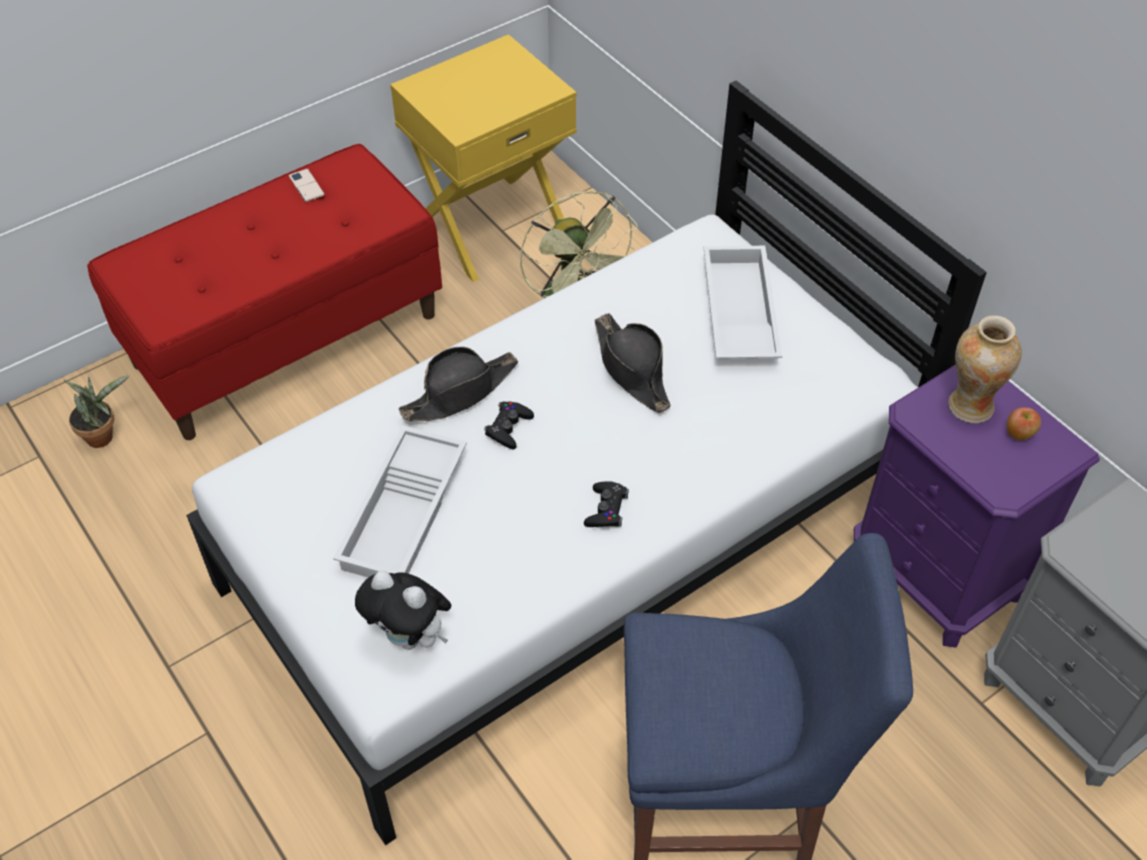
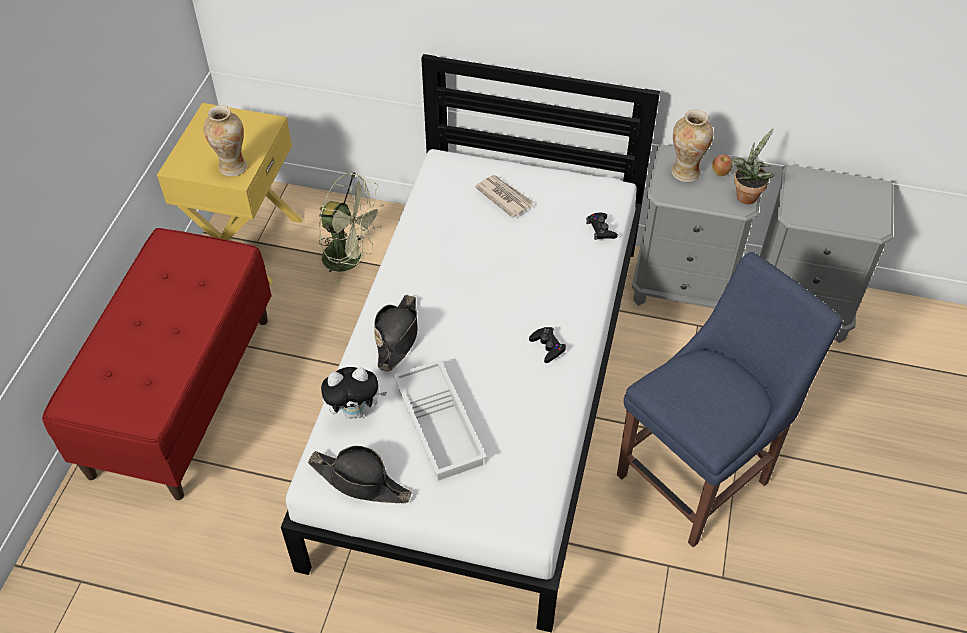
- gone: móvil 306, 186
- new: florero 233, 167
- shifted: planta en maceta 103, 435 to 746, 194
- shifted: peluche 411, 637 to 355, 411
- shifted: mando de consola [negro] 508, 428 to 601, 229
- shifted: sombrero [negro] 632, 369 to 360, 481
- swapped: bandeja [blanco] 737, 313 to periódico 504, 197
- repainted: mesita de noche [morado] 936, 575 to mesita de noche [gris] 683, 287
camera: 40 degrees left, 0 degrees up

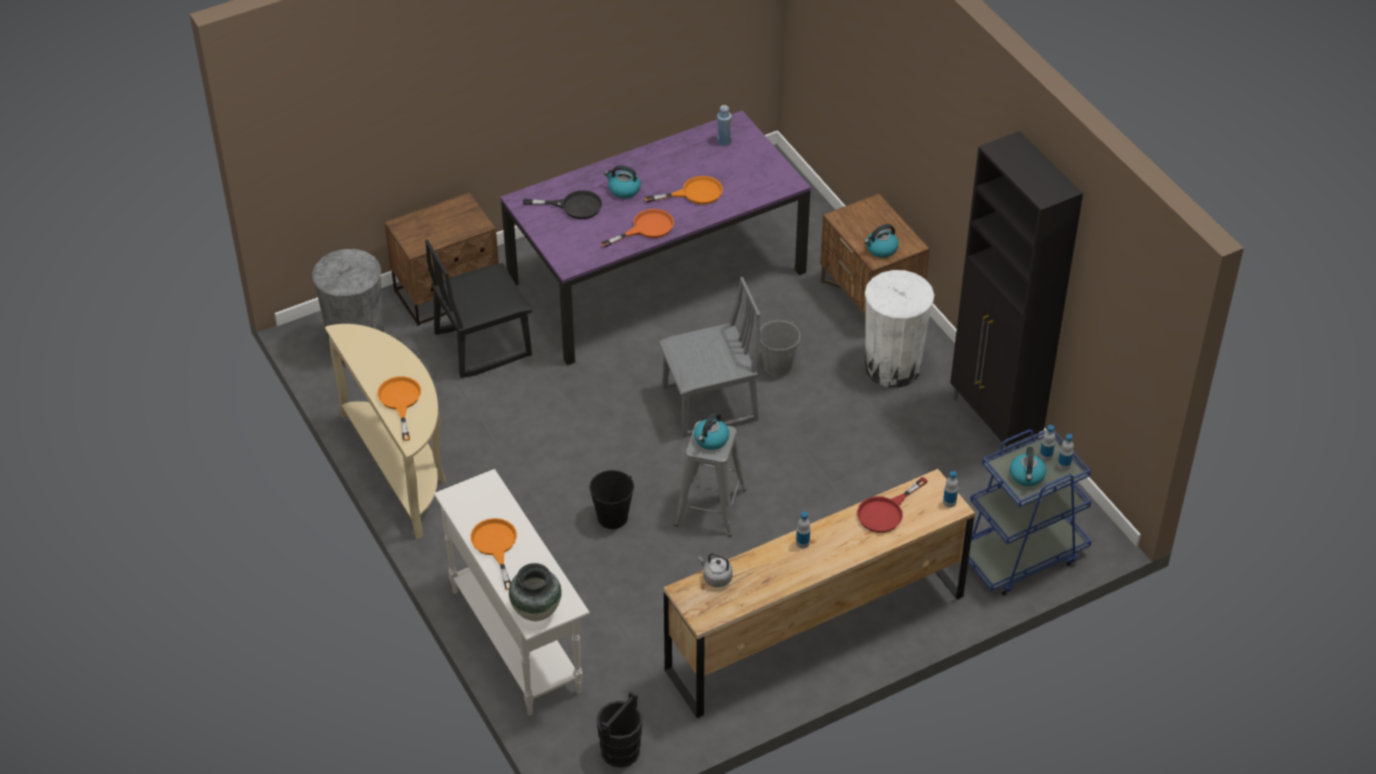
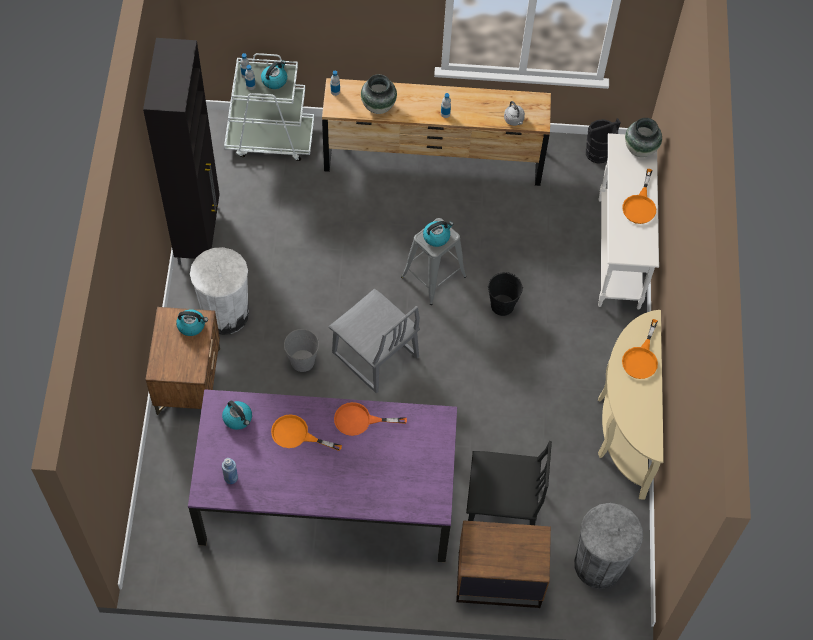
- gone: sartén [negro] 574, 206
- shifted: hervidor 623, 190 to 238, 418
- swapped: sartén [rojo] 886, 512 to florero 378, 106
- repainted: carrito [azul] 1021, 555 to carrito [blanco] 270, 139
- rotated: silla [gris] 710, 405 = 374, 355 150 degrees counterclockwise
camera: 150 degrees left, 15 degrees up

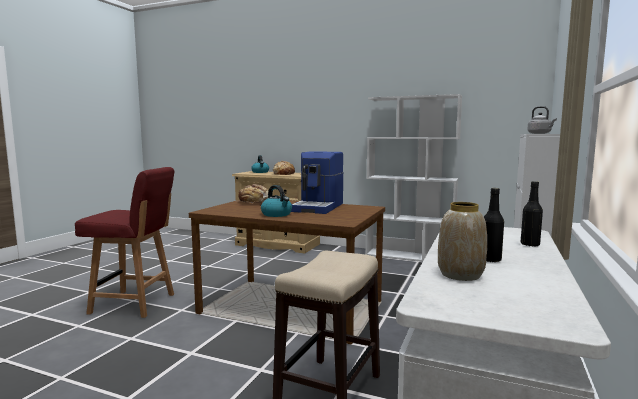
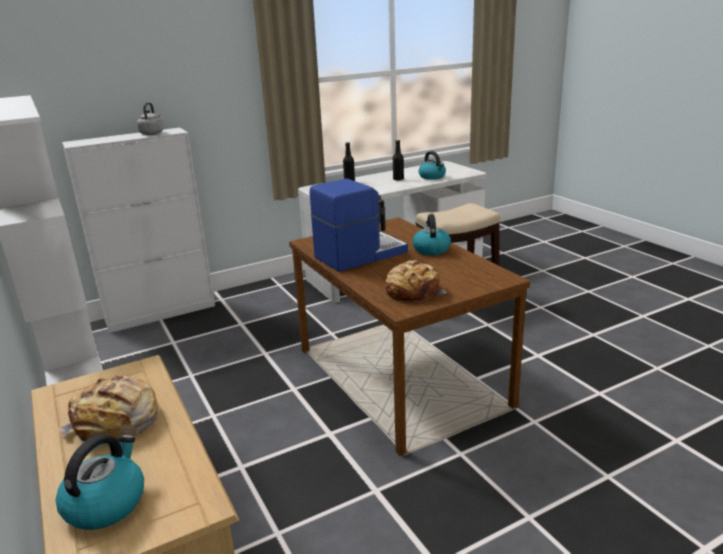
- gone: silla [rojo] 135, 304
- swapped: florero 461, 275 to hervidor 432, 177
camera: 140 degrees left, 15 degrees up

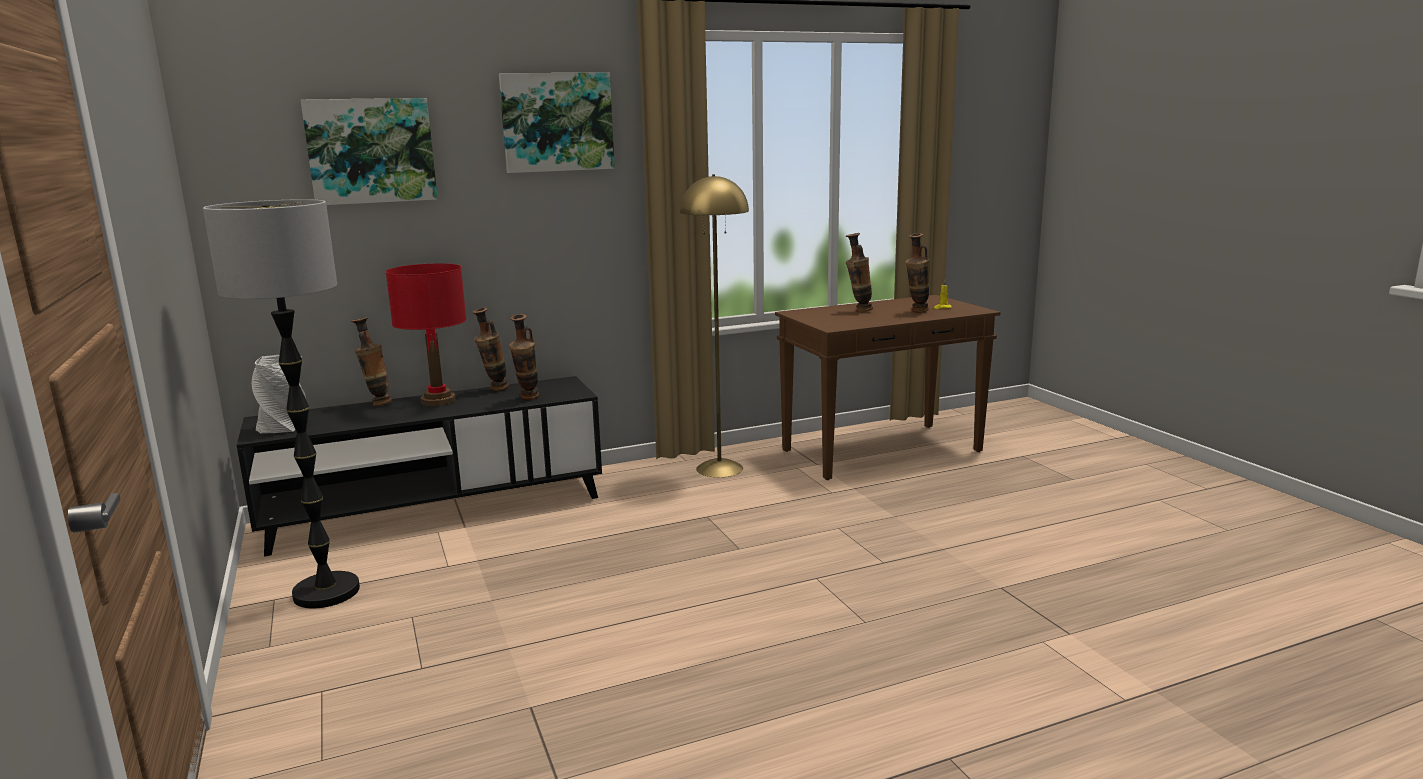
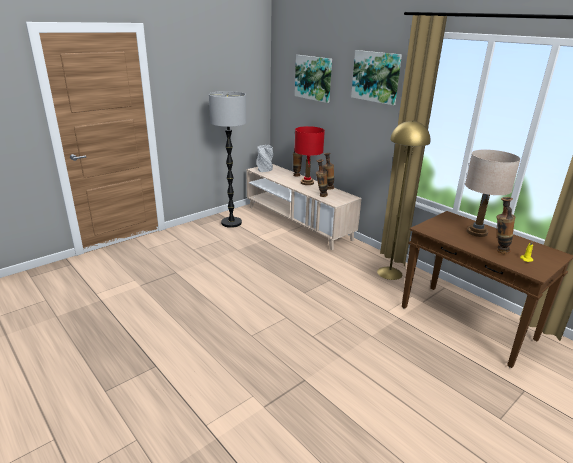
- swapped: florero 858, 311 to lámpara de mesa [beis] 476, 232
- repainted: mueble de televisión [negro] 436, 510 to mueble de televisión [beis] 298, 222
camera: 70 degrees right, 10 degrees up

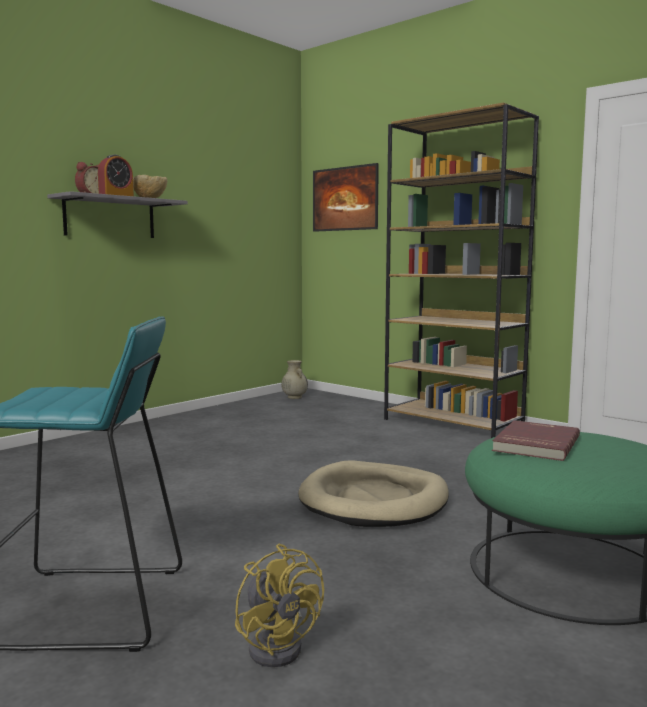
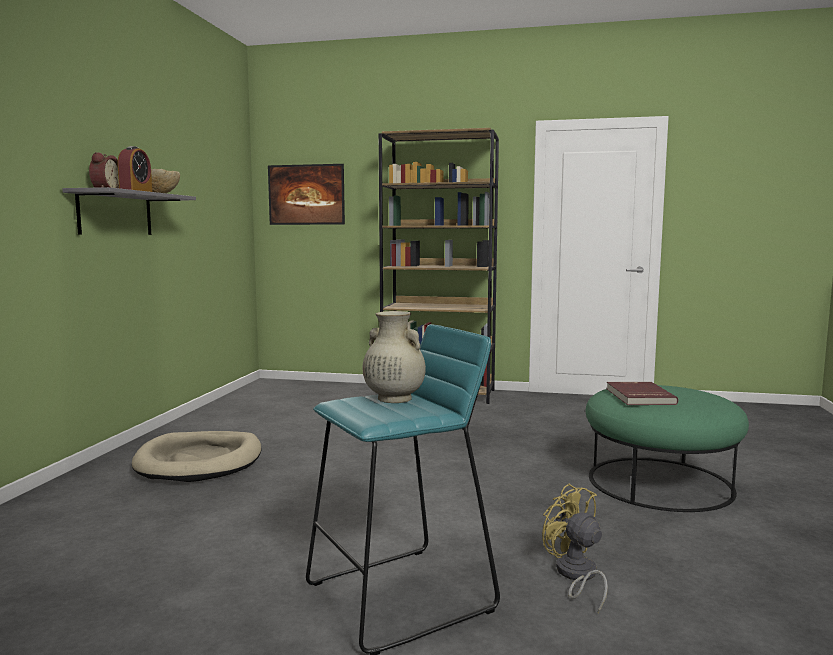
- shifted: florero [beis] 294, 397 to 393, 398
- shifted: cama para perro [beis] 374, 500 to 200, 461
- rotated: ventilador [amarillo] 279, 645 = 575, 576 150 degrees counterclockwise
camera: 30 degrees left, 0 degrees up

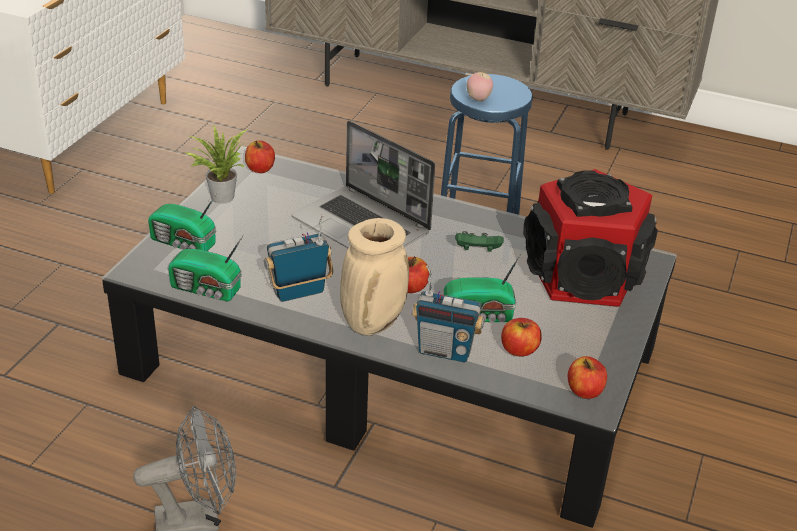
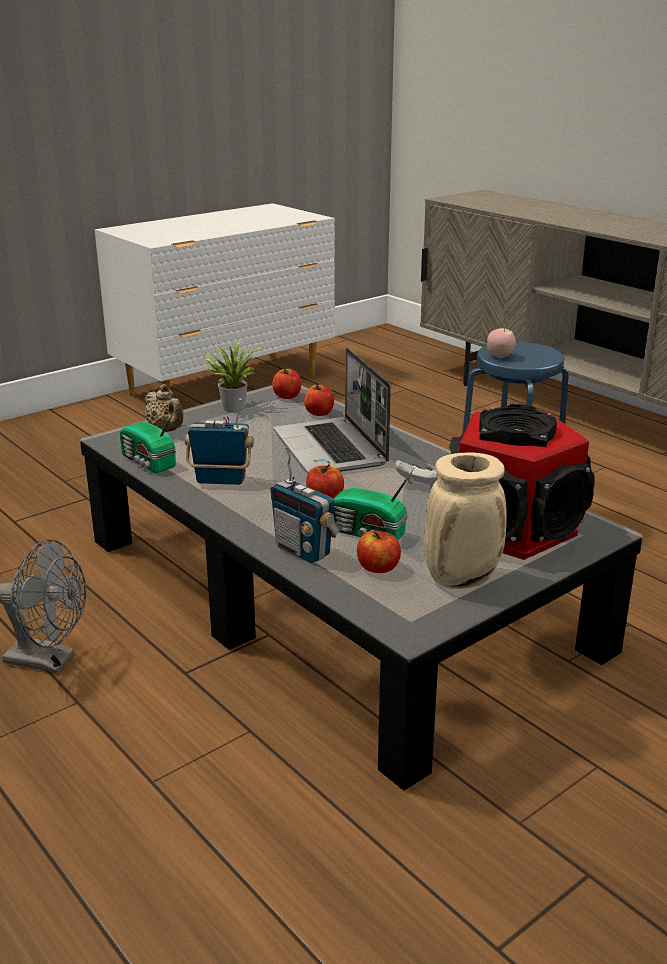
- shifted: florero [beis] 373, 322 to 462, 579
- shifted: manzana 584, 391 to 319, 413
- swapped: radio 184, 243 to tetera [beis] 167, 430
- repainted: mando de consola [verde] 477, 251 to mando de consola [blanco] 421, 487
camera: 30 degrees right, 10 degrees down

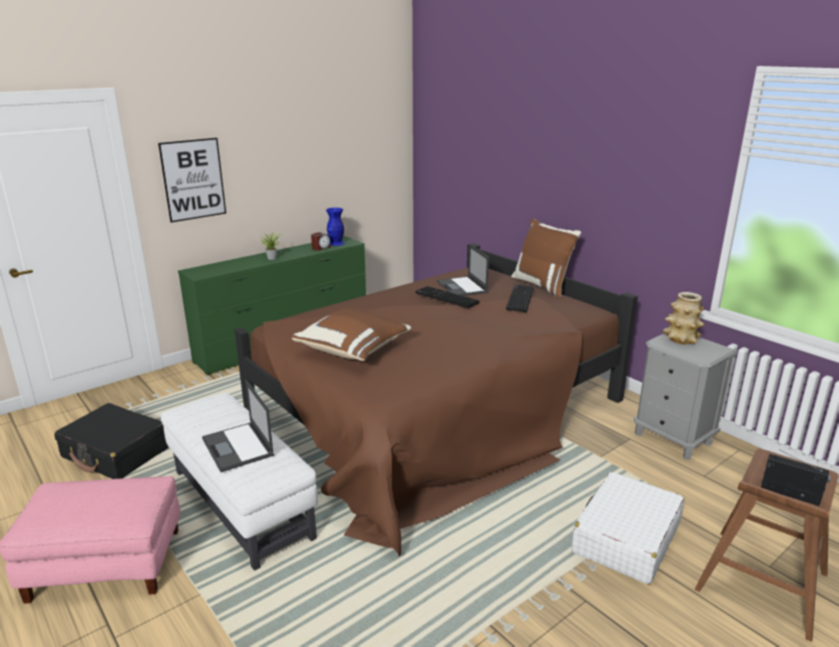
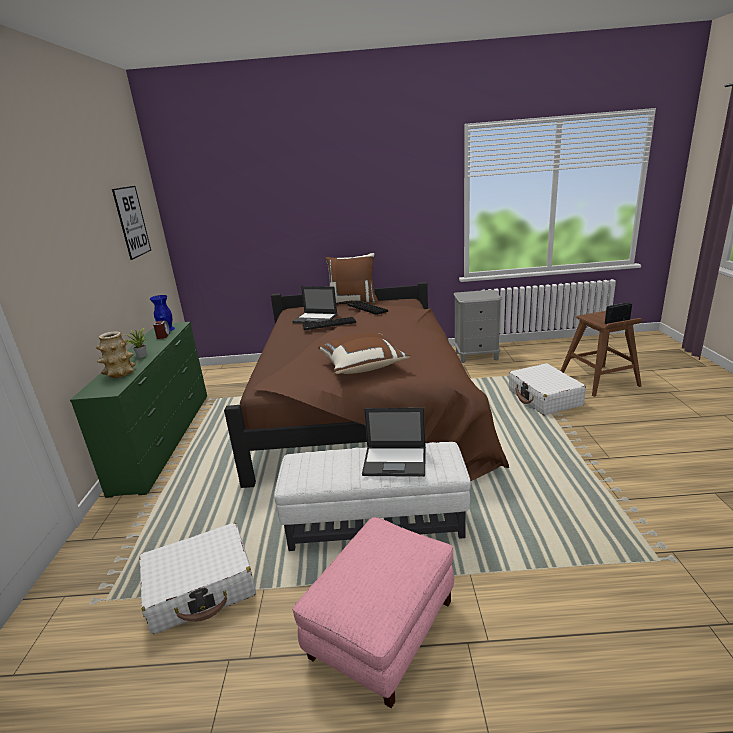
- shifted: cuadro 193, 179 to 132, 222
- shifted: florero 681, 339 to 120, 373
- repainted: maleta [negro] 116, 453 to maleta [blanco] 201, 587
camera: 50 degrees left, 0 degrees up

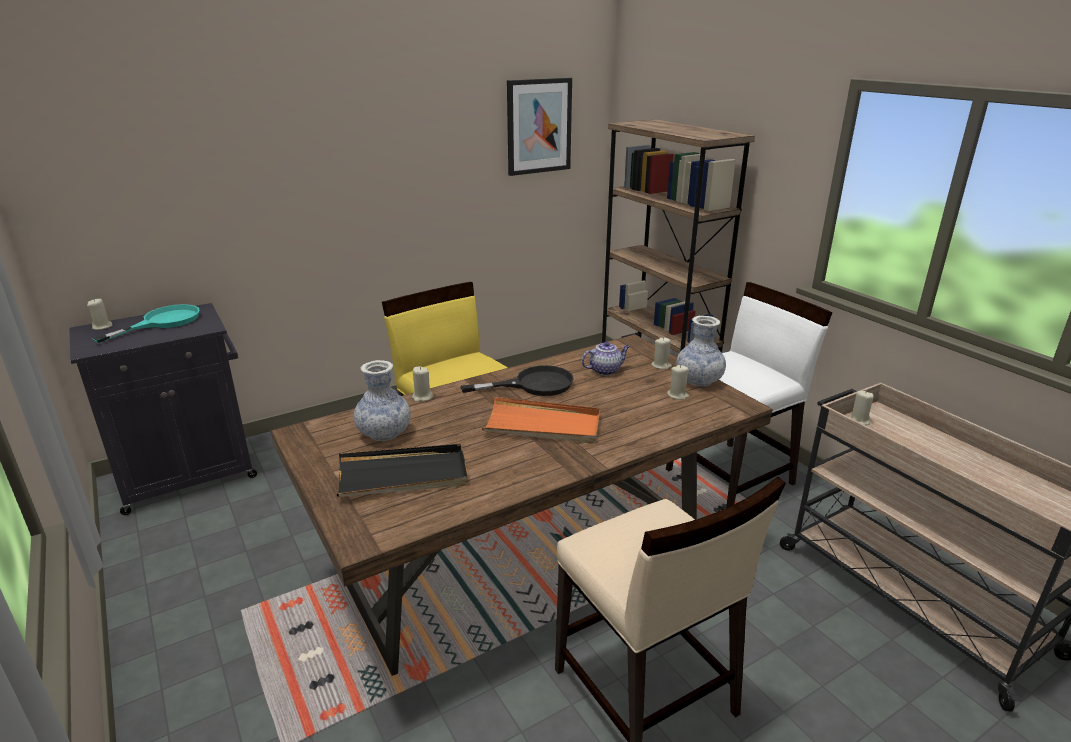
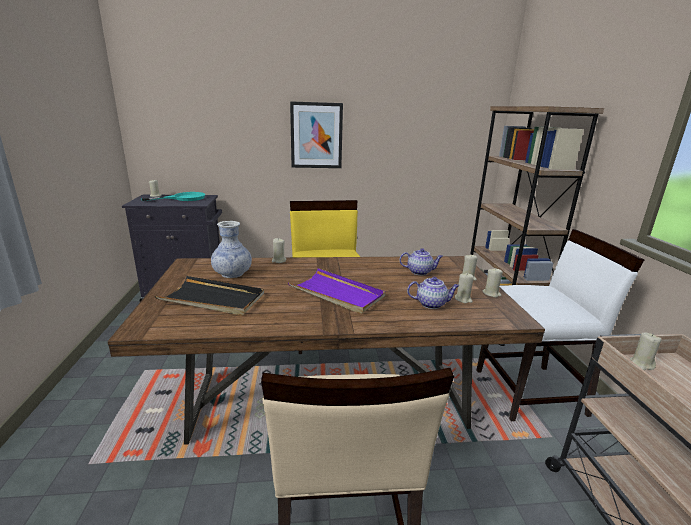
- gone: sartén [negro] 533, 384
- new: tetera 431, 304
- shifted: cuadro 539, 126 to 316, 135
- swapped: florero 698, 380 to vela [beis] 491, 294
- repainted: bandeja [naranja] 543, 425 to bandeja [morado] 337, 293
camera: 25 degrees right, 5 degrees down

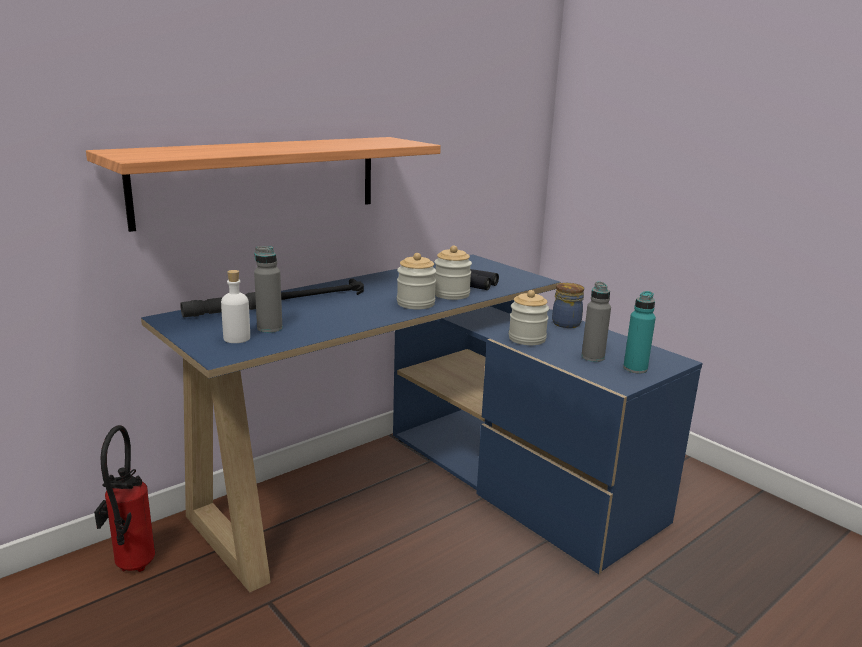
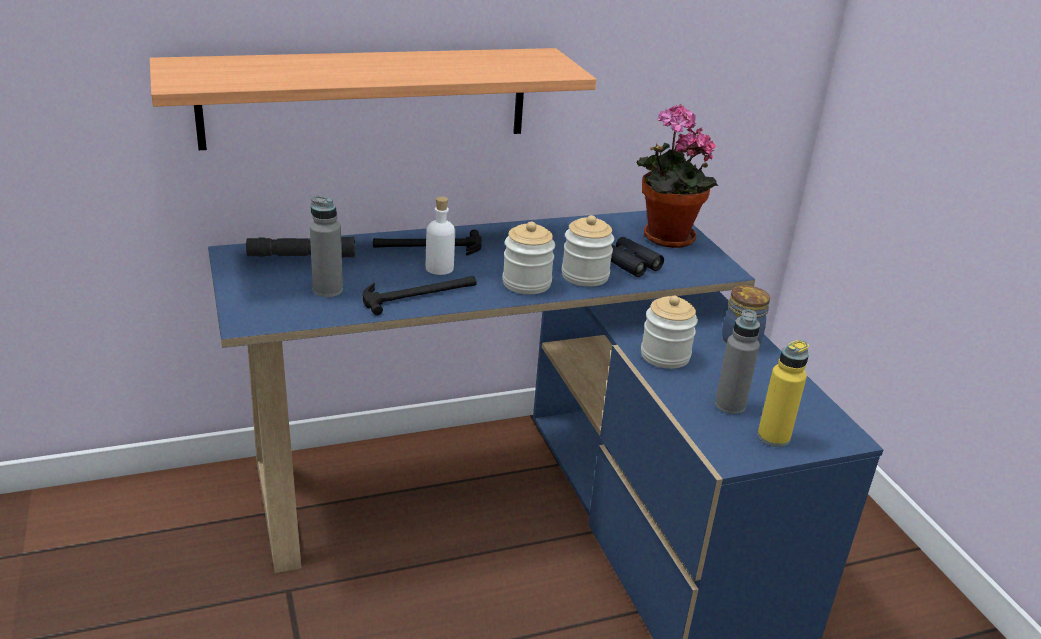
- gone: extintor 130, 568
- new: martillo 420, 294
- new: planta en maceta 663, 238
- shifted: botella [blanco] 237, 338 to 439, 268
- repainted: botella [turquesa] 635, 369 to botella [amarillo] 773, 437
camera: 20 degrees right, 10 degrees up

